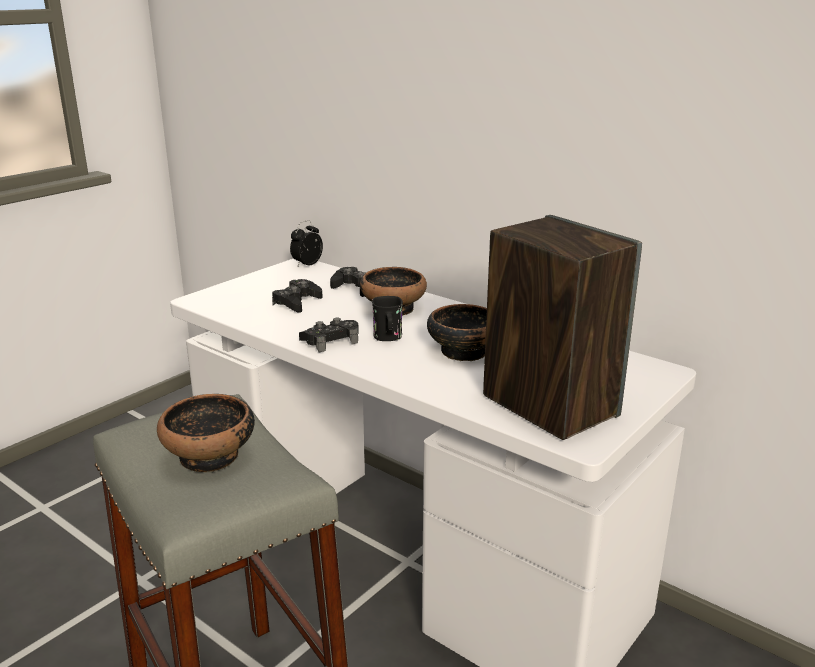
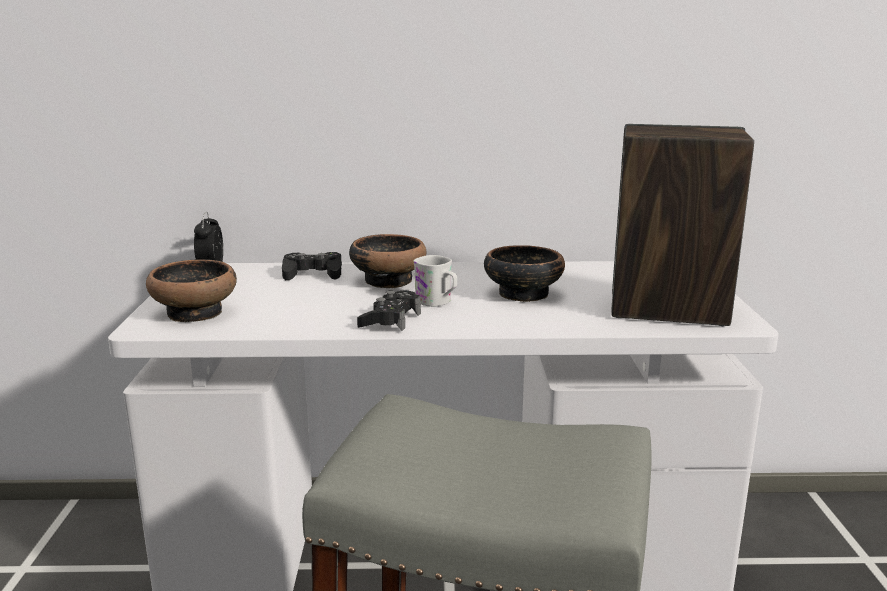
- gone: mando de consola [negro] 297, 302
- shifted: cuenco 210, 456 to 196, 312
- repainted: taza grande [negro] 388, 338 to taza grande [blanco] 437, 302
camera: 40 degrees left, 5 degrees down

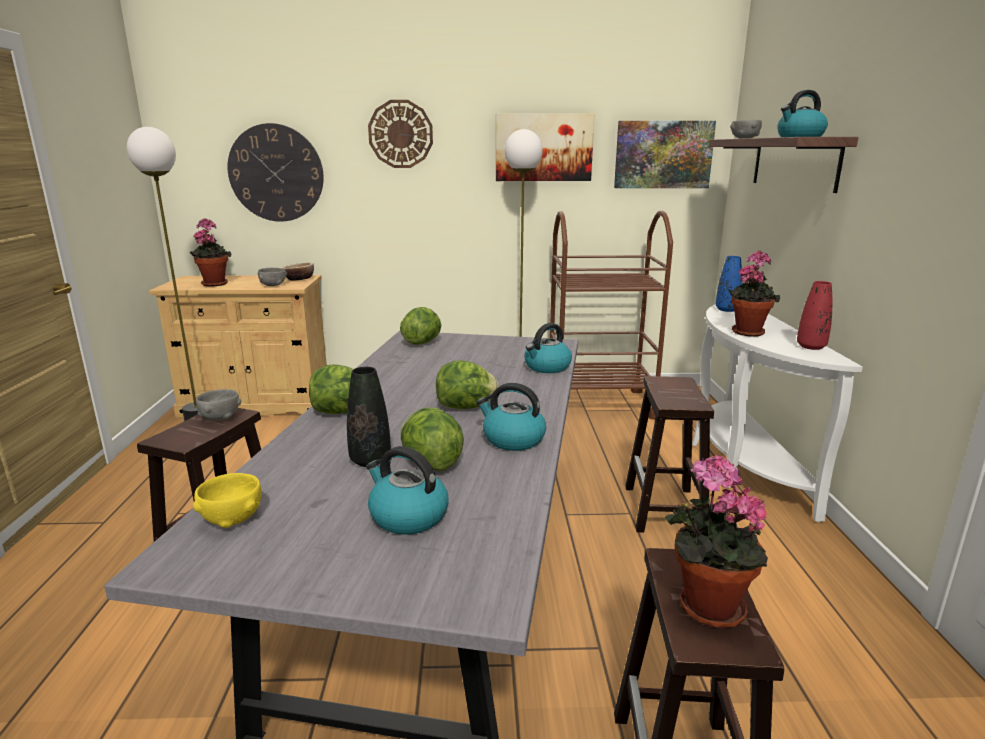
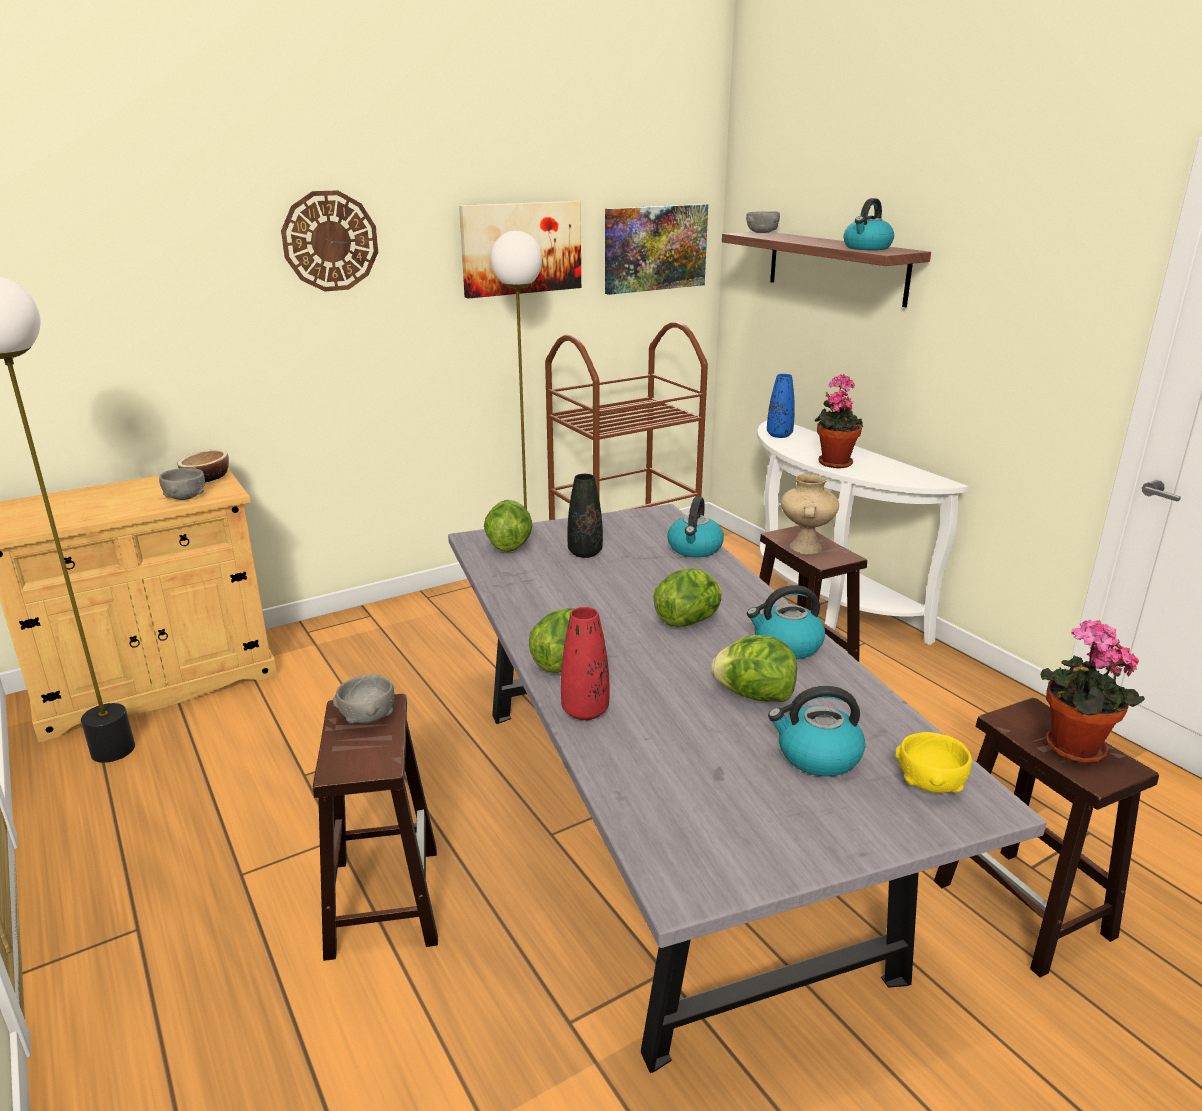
- gone: planta en maceta 214, 283
- gone: reloj de pared 276, 173
- new: florero [beis] 804, 547
- shifted: cuenco [amarillo] 232, 519 to 930, 784
- shifted: florero [negro] 370, 460 to 585, 553
- shifted: florero [rojo] 811, 347 to 585, 711
camera: 30 degrees left, 5 degrees up

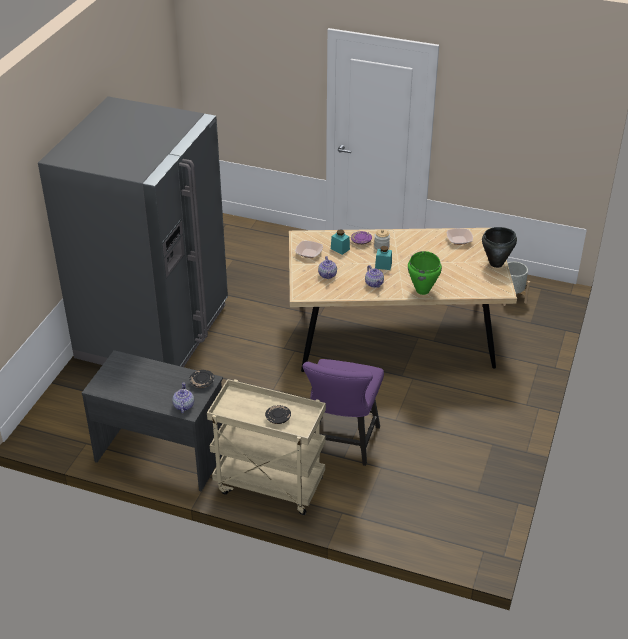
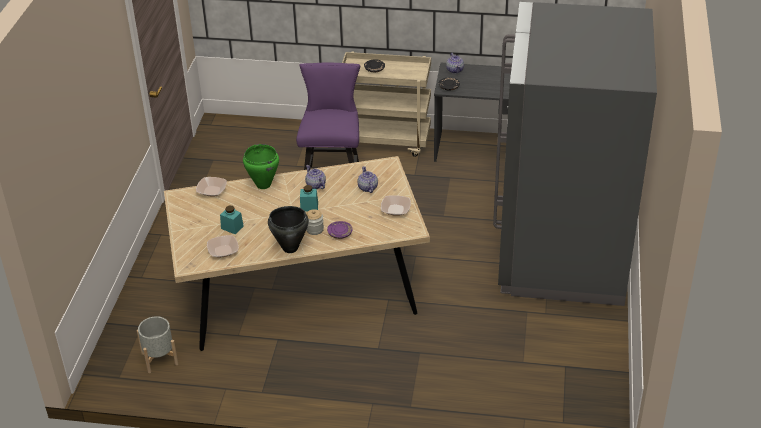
- new: cuenco 212, 191
- shifted: tarro [turquesa] 340, 249 to 232, 227
- shifted: olla [negro] 496, 264 to 290, 248
camera: 170 degrees right, 0 degrees up

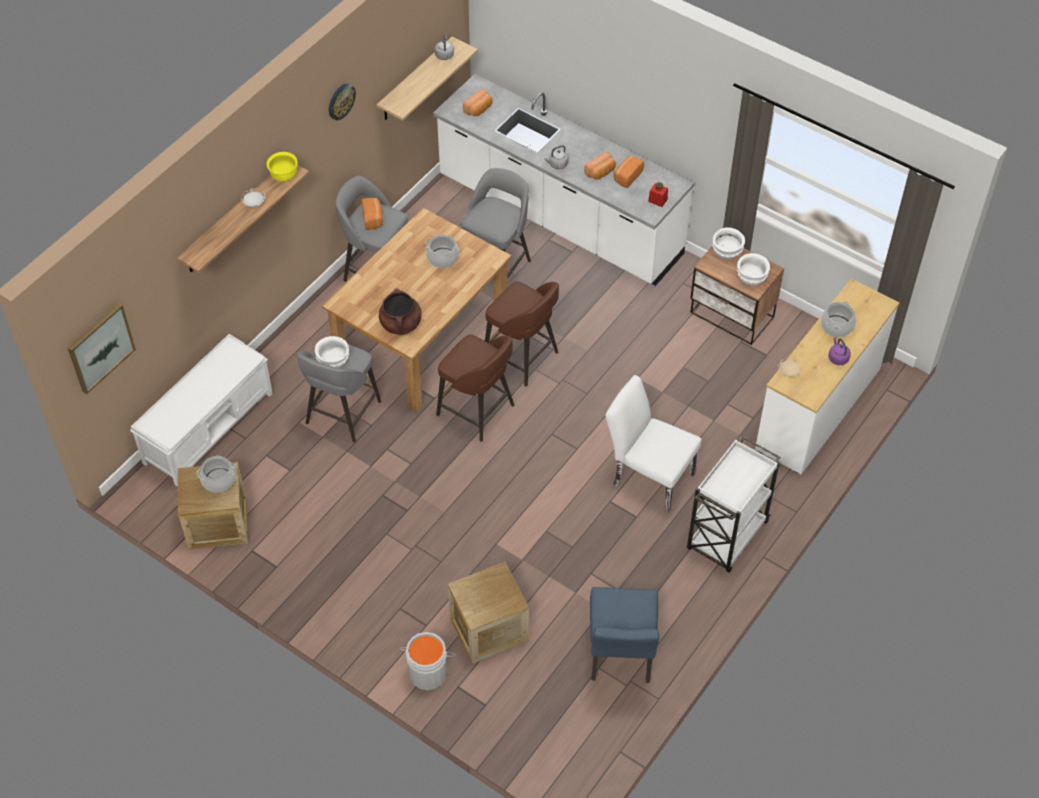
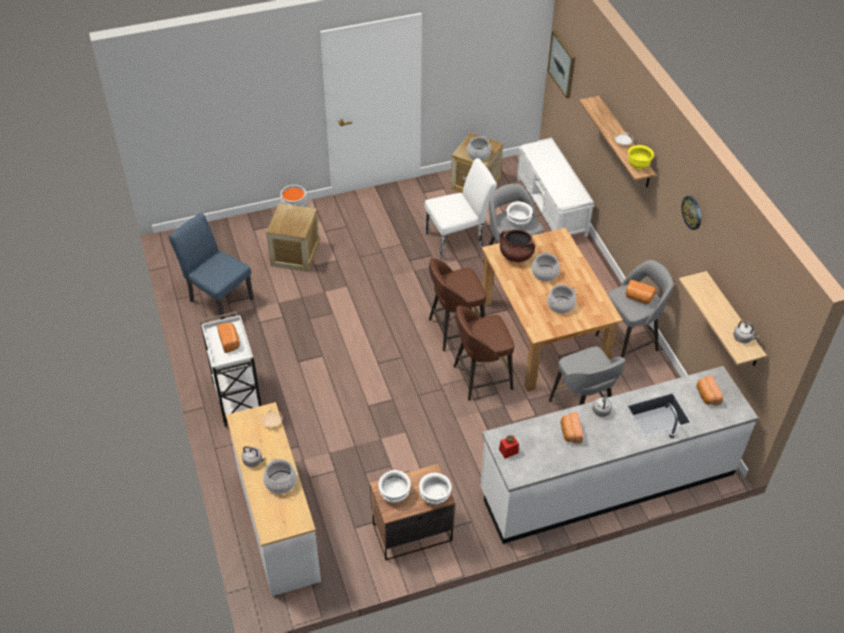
- new: olla 544, 273
- shifted: silla [blanco] 648, 476 to 458, 239
- shifted: pan 627, 176 to 230, 341
- repainted: hervidor [morado] 837, 357 to hervidor [gris] 254, 461
camera: 125 degrees right, 5 degrees down

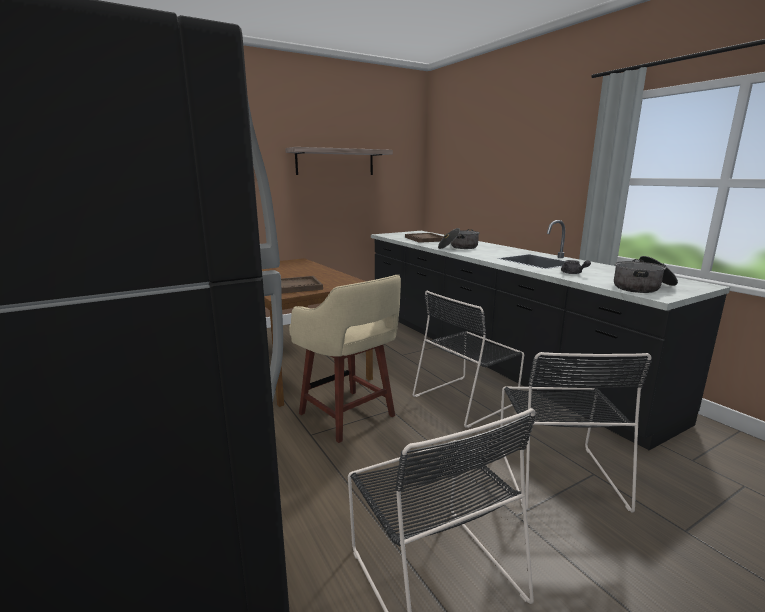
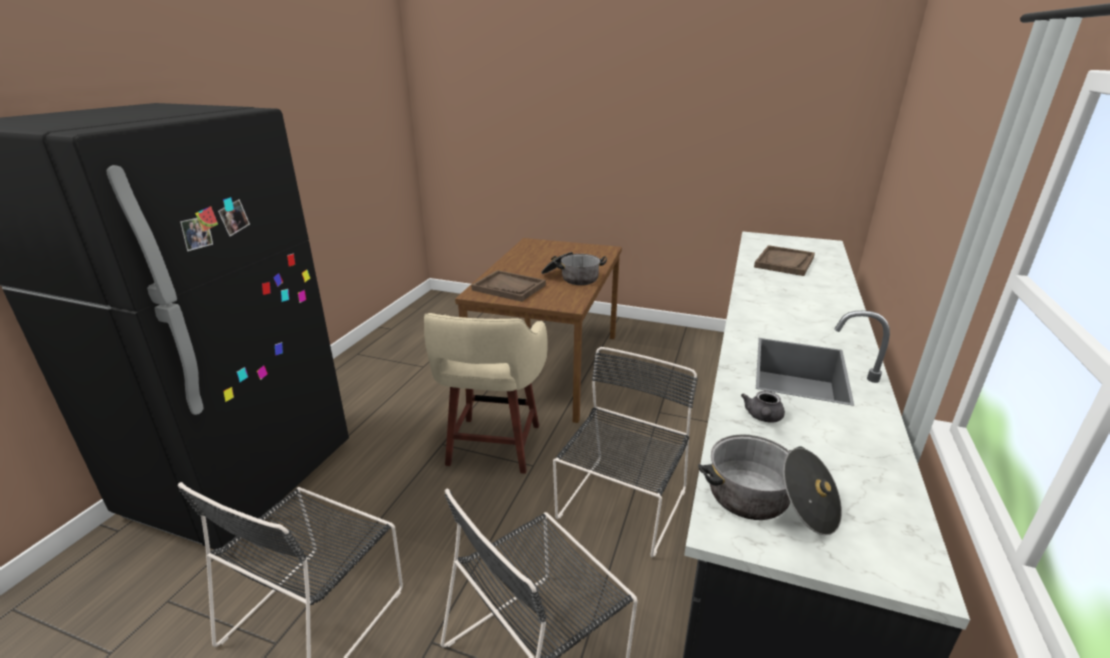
- gone: estante 335, 162
- shifted: olla 458, 247 to 571, 278
- rotated: silla [negro] 467, 399 = 620, 507 105 degrees clockwise
camera: 50 degrees right, 10 degrees up

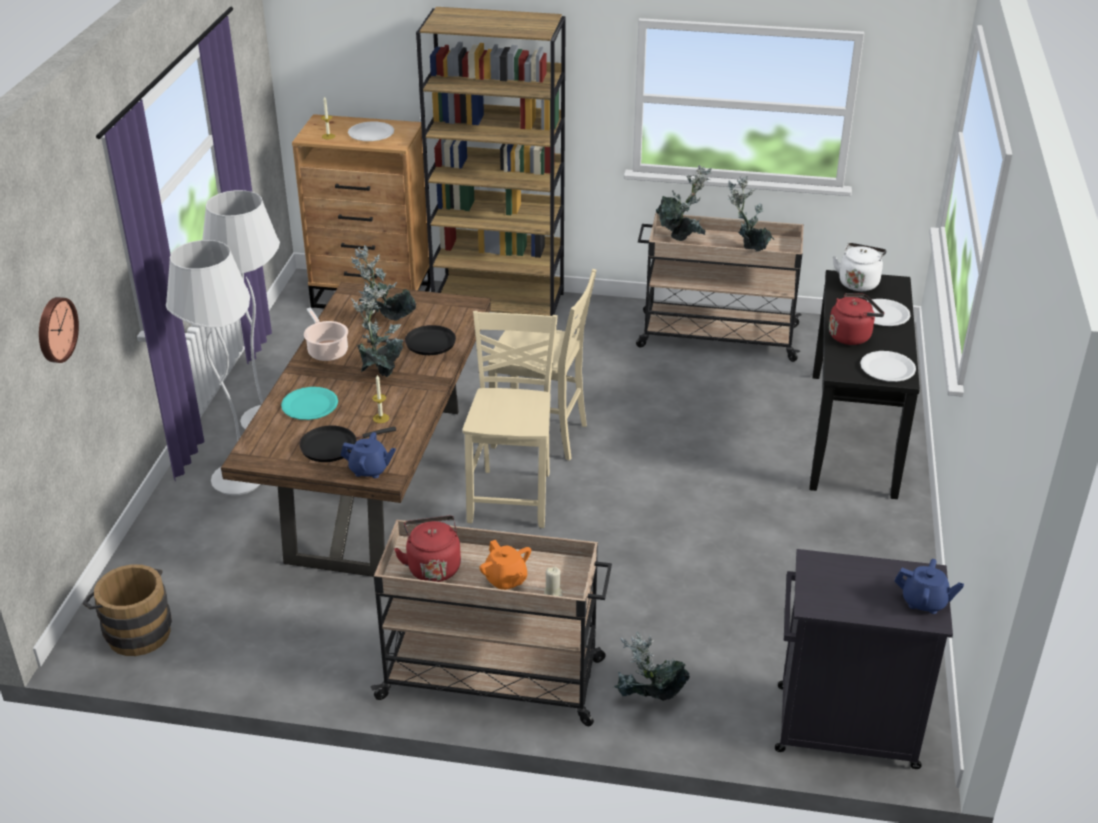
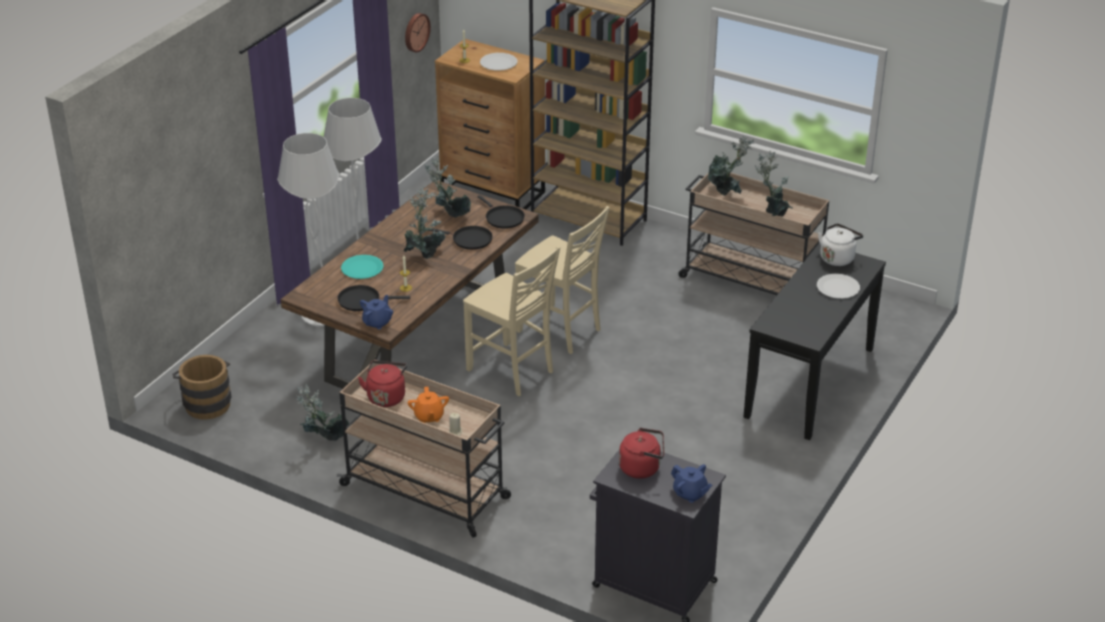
- gone: olla 327, 351
- gone: plato [blanco] 887, 368
- new: sartén [negro] 503, 218
- shifted: reloj de pared 55, 329 to 415, 32
- shifted: planta en maceta 647, 701 to 324, 440
- shifted: hervidor [rojo] 852, 336 to 642, 468
- rotated: tetera [azul] 369, 470 = 377, 322 90 degrees counterclockwise
- rotated: silla [beis] 512, 497 = 512, 371 105 degrees clockwise
camera: 20 degrees right, 0 degrees up

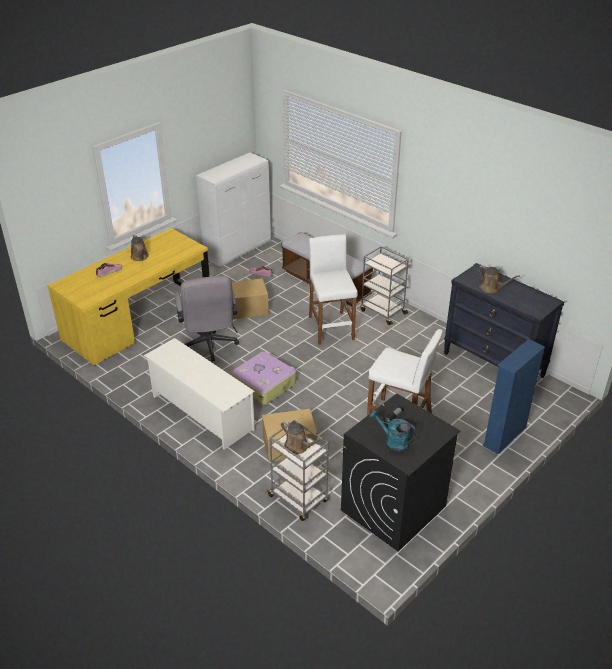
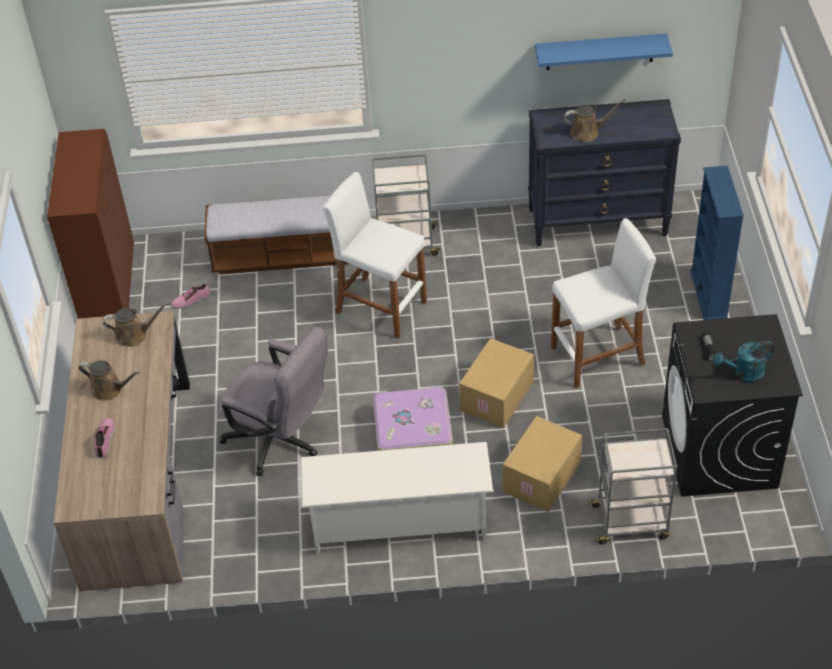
- new: estante [azul] 600, 51
- shifted: caja de cartón 246, 309 to 497, 397
- shifted: regadera [marrón] 298, 447 to 134, 335
- repainted: escritorio [amarillo] 138, 320 to escritorio [marrón] 138, 482
- repainted: armario [blanco] 238, 250 to armario [marrón] 109, 289
camera: 45 degrees left, 10 degrees up

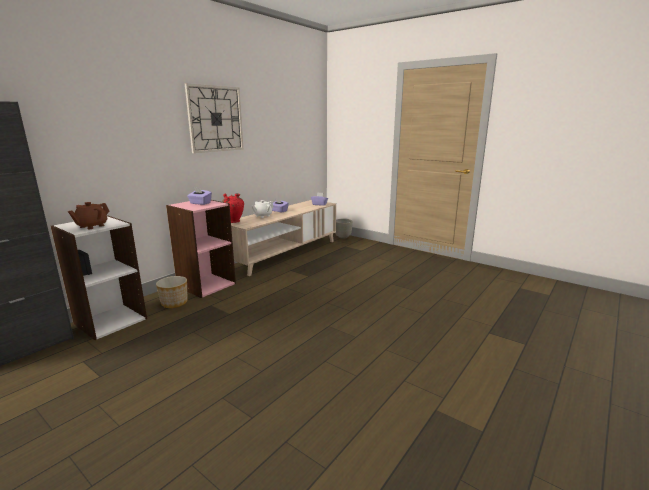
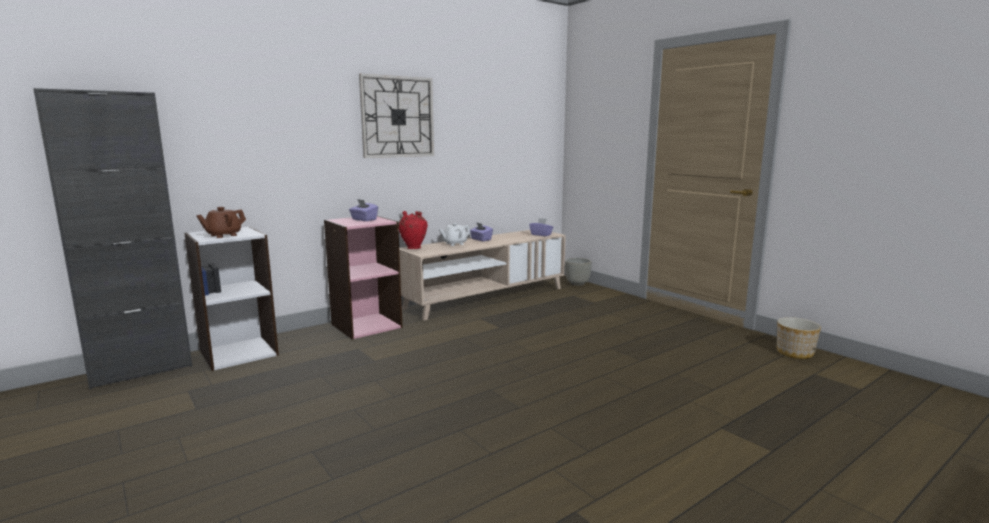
- shifted: maceta 174, 303 to 794, 353
camera: 15 degrees right, 5 degrees down

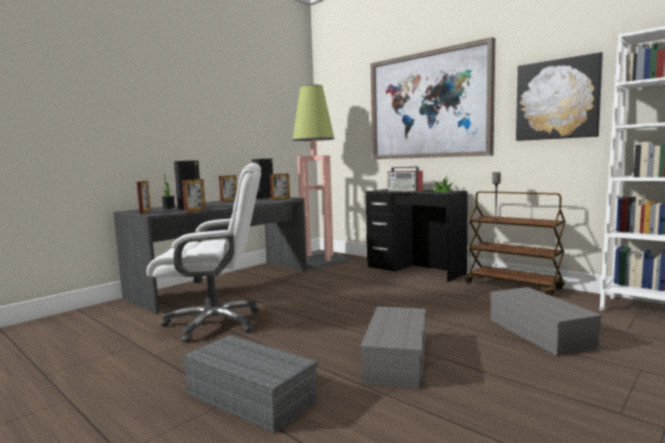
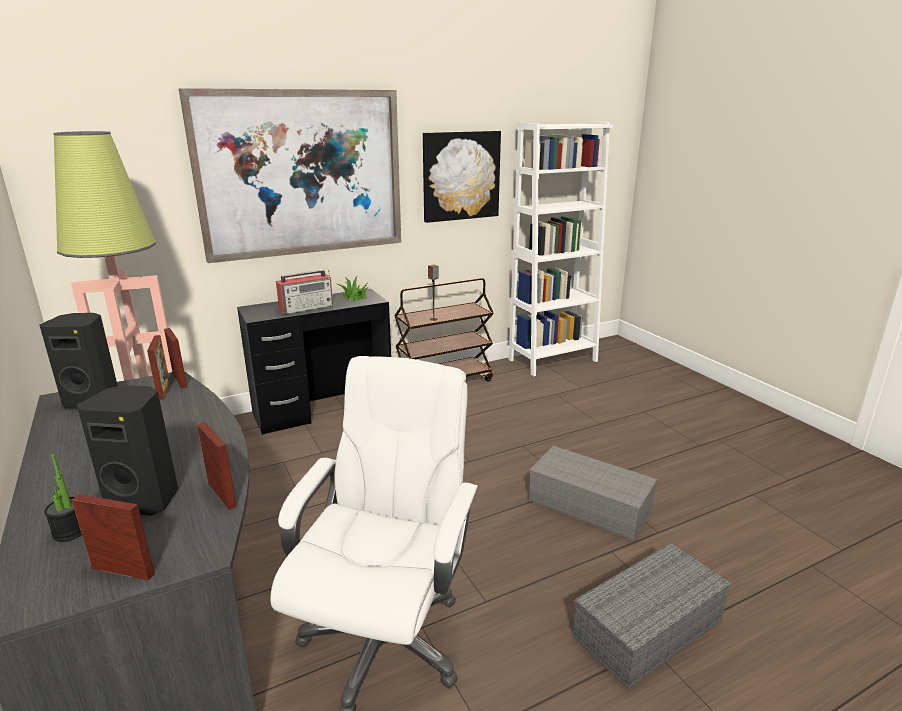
- gone: caja de almacenaje [gris] 542, 333
- shifted: portarretratos 229, 200 to 180, 380
camera: 70 degrees left, 15 degrees up

